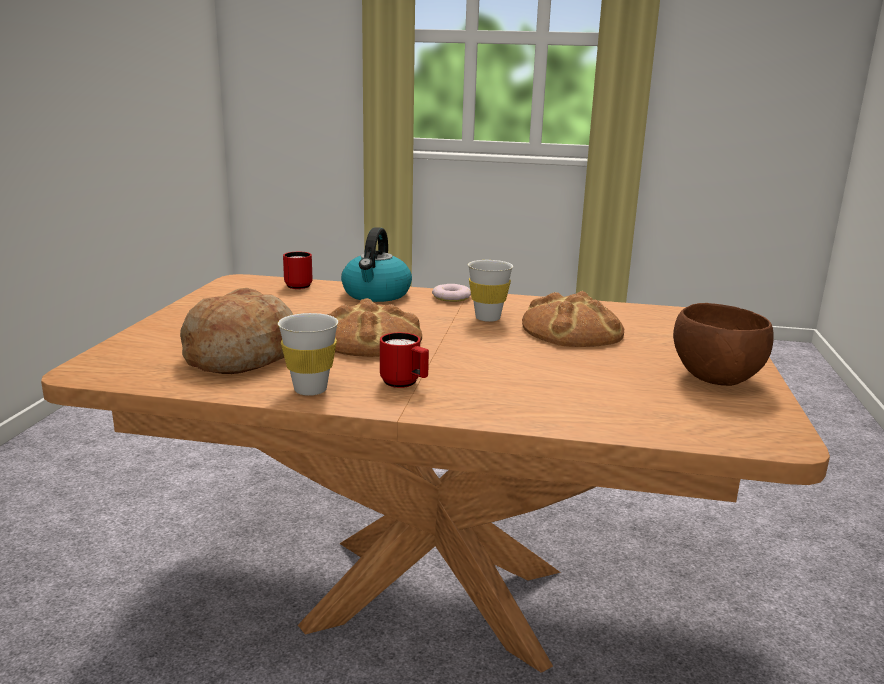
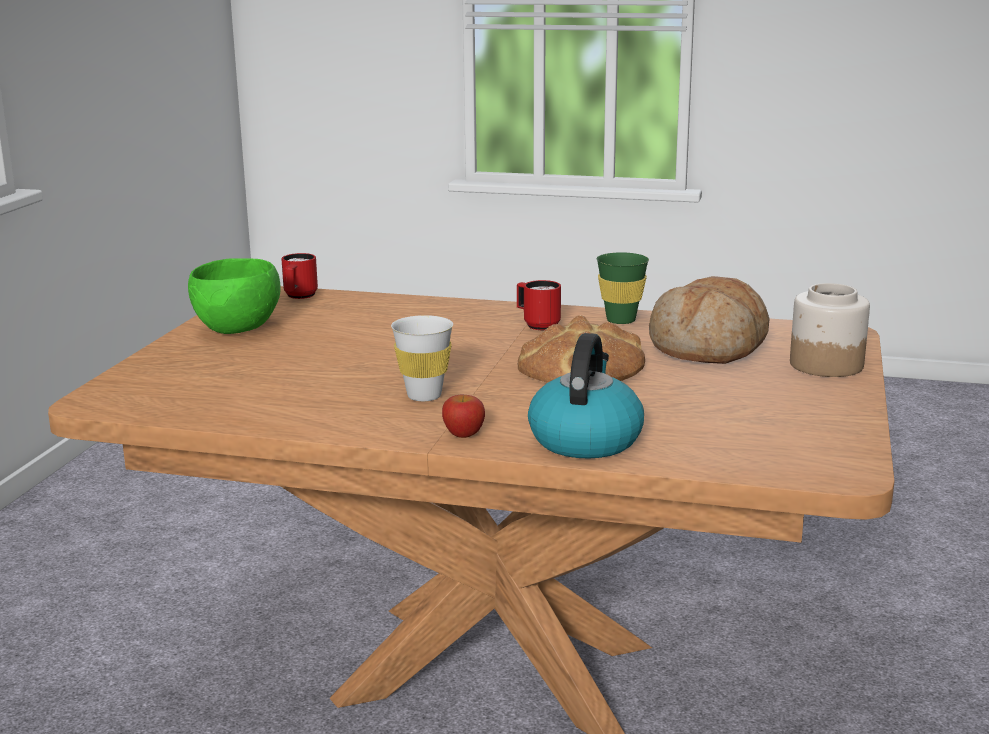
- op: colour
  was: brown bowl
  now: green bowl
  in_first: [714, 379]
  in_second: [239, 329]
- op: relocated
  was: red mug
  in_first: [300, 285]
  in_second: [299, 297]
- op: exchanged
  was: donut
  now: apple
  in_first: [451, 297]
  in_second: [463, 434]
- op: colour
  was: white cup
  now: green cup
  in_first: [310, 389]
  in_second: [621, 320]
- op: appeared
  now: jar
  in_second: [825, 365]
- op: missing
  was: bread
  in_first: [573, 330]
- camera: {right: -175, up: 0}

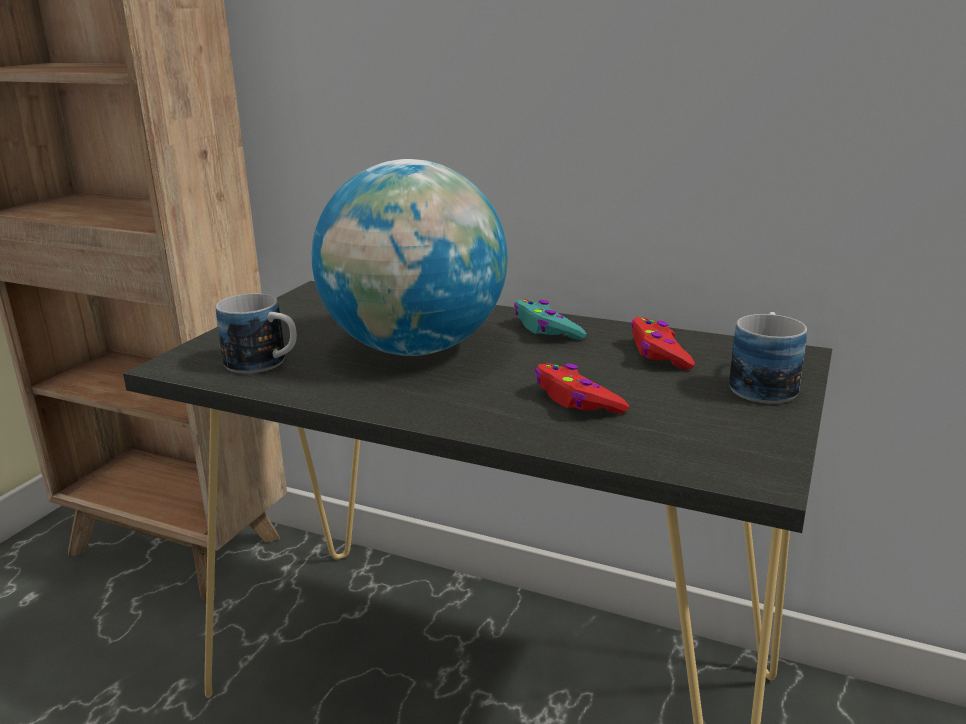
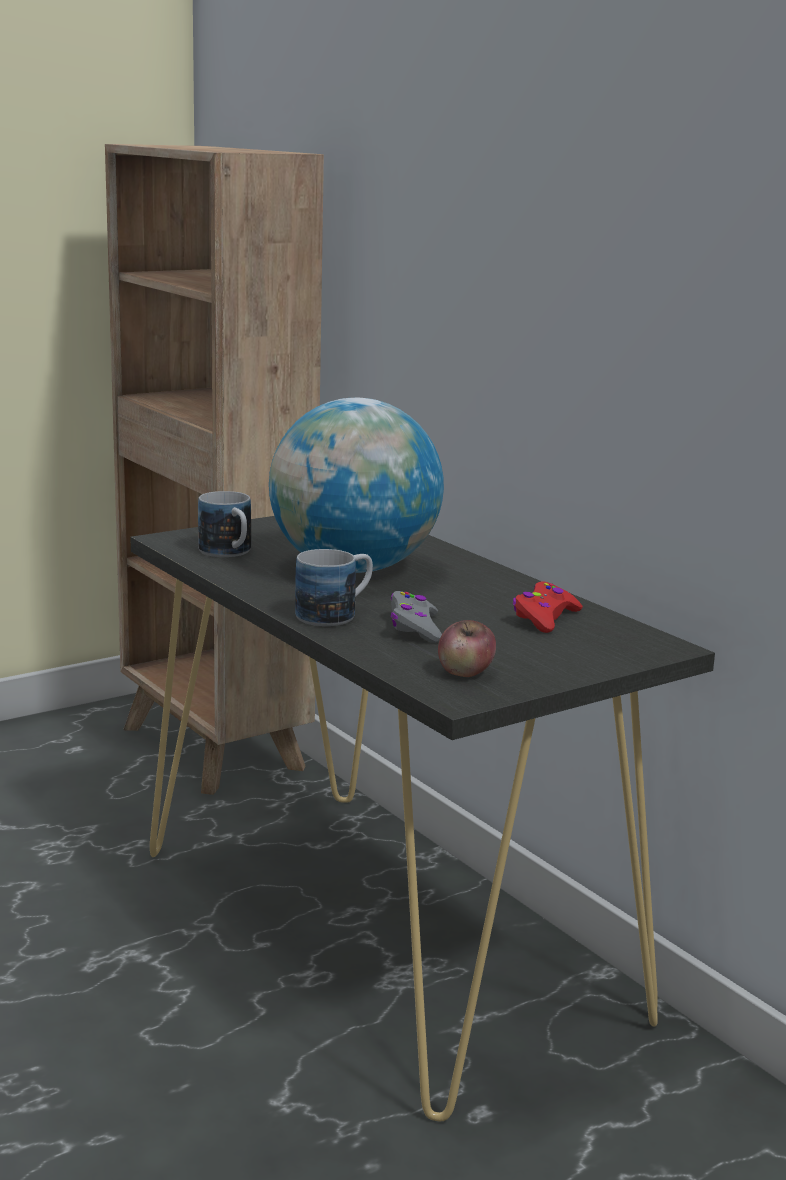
- op: relocated
  was: mug
  in_first: [763, 383]
  in_second: [336, 614]
- op: colour
  was: red game controller
  now: grey game controller
  in_first: [577, 401]
  in_second: [414, 628]
- op: appeared
  now: apple
  in_second: [465, 672]
- op: missing
  was: turquoise game controller
  in_first: [546, 330]
- camera: {right: 30, up: -5}

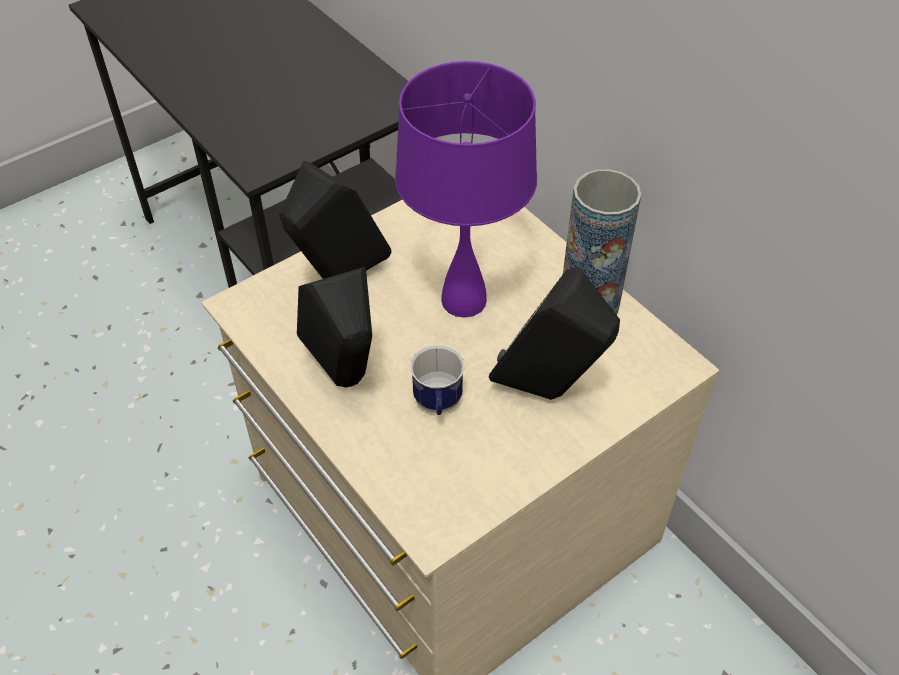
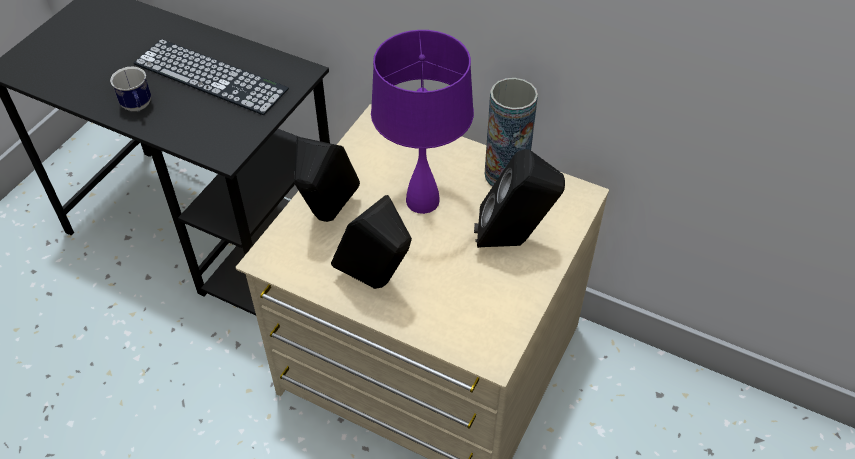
- op: relocated
  was: mug
  in_first: [438, 405]
  in_second: [138, 107]
- op: appeared
  now: keyboard
  in_second: [210, 76]
- camera: {right: -25, up: 0}

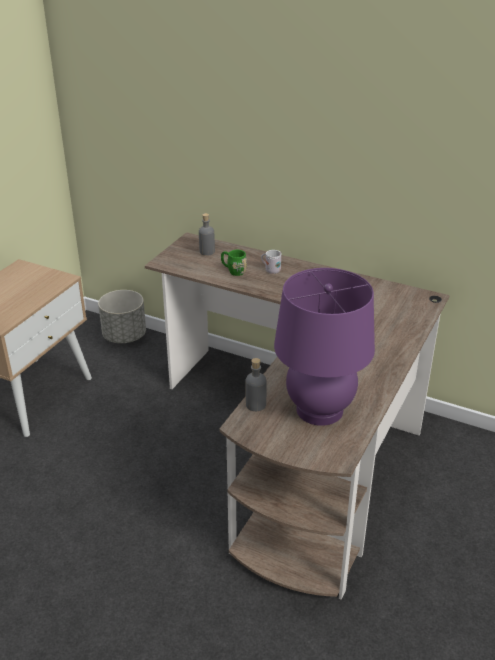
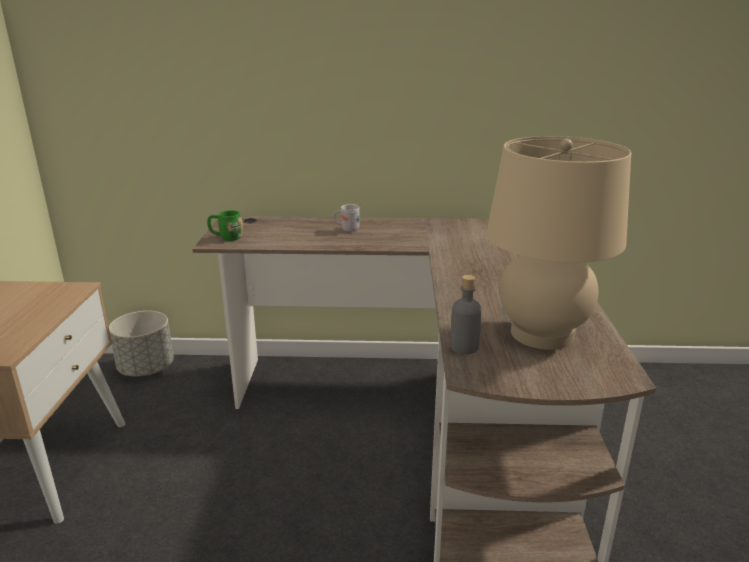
- op: relocated
  was: green mug
  in_first: [233, 271]
  in_second: [226, 237]
- op: colour
  was: purple table lamp
  now: beige table lamp
  in_first: [319, 410]
  in_second: [542, 334]
- op: missing
  was: grey bottle
  in_first: [207, 252]
- camera: {right: -25, up: -10}

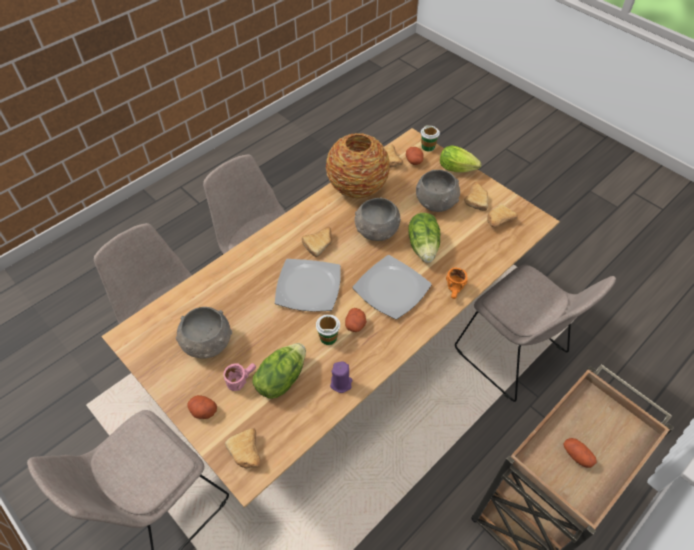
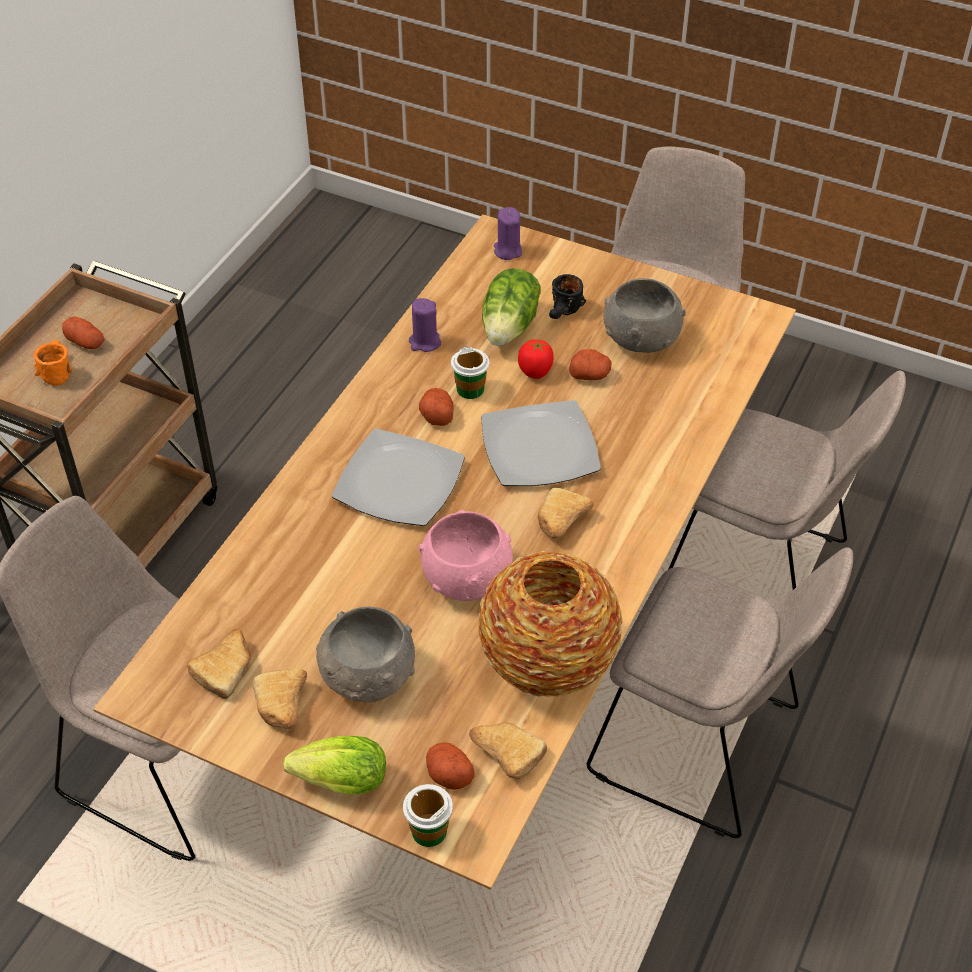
- op: relocated
  was: orange mug
  in_first: [455, 291]
  in_second: [55, 371]
- op: colour
  was: grey bowl
  now: pink bowl
  in_first: [376, 231]
  in_second: [467, 577]
- op: exchanged
  was: bread
  now: purple candle
  in_first: [246, 454]
  in_second: [507, 251]
- op: appeared
  now: tomato
  in_second: [535, 372]
- op: colour
  was: pink mug
  now: black mug
  in_first: [241, 379]
  in_second: [564, 313]
- op: relocated
  was: potato
  in_first: [203, 411]
  in_second: [590, 374]
- op: missing
  was: lettuce
  in_first: [424, 246]
- camera: {right: 160, up: -5}

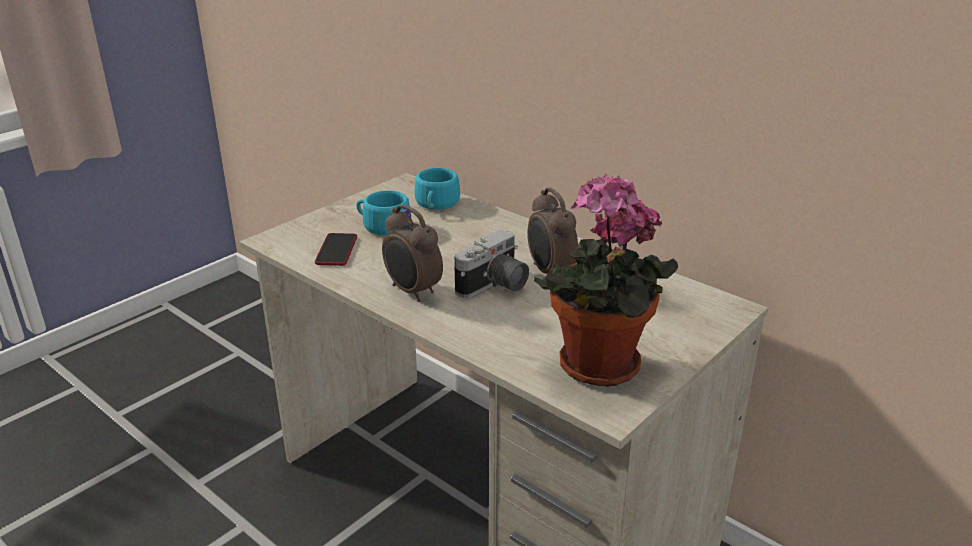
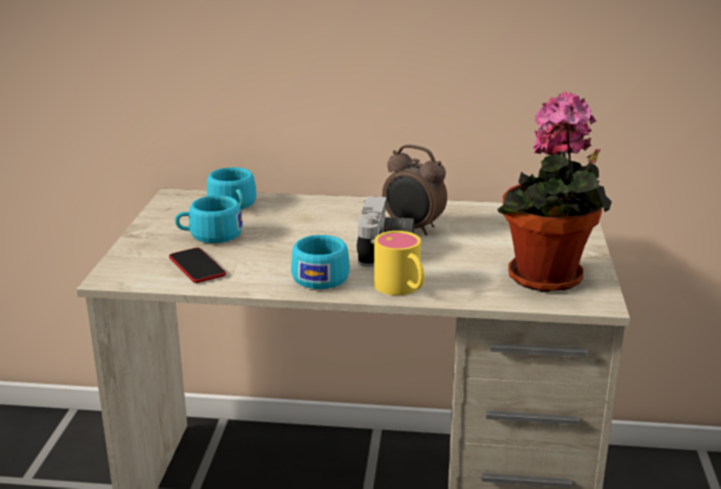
- op: exchanged
  was: alarm clock
  now: turquoise cup
  in_first: [412, 292]
  in_second: [322, 276]
- op: appeared
  now: yellow mug
  in_second: [402, 289]
- camera: {right: -35, up: -5}

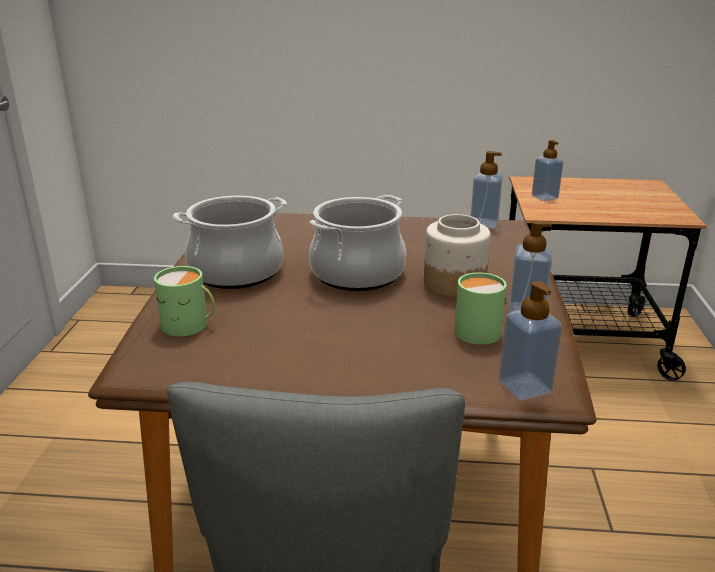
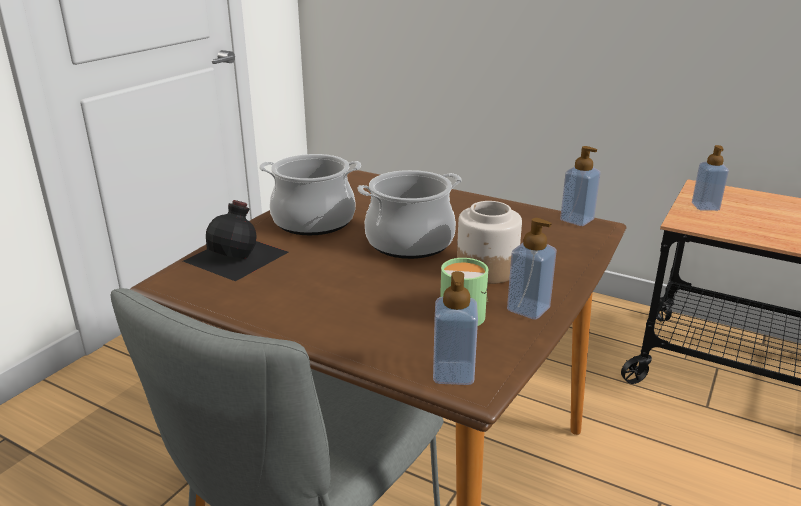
- op: exchanged
  was: green mug
  now: black bottle
  in_first: [189, 325]
  in_second: [238, 256]
- camera: {right: 25, up: 0}

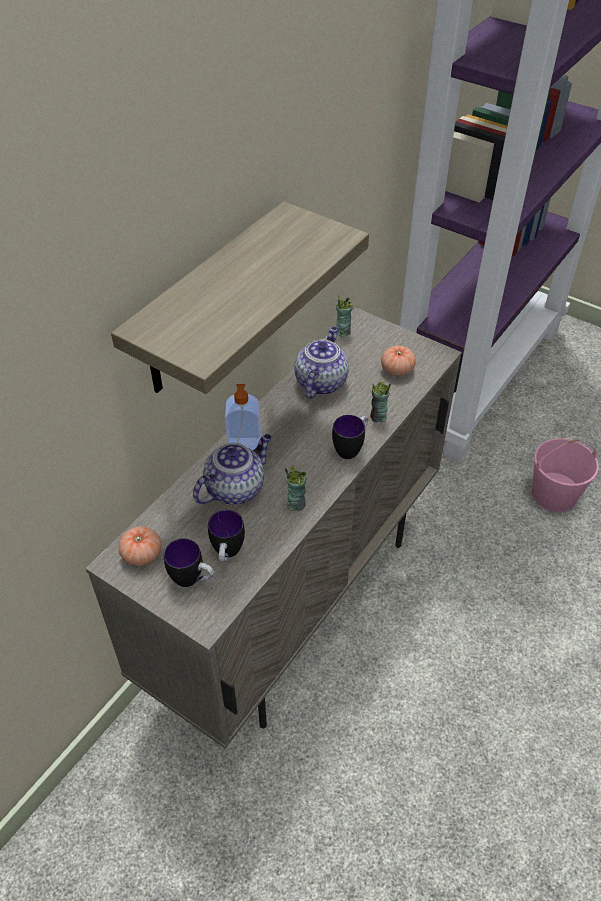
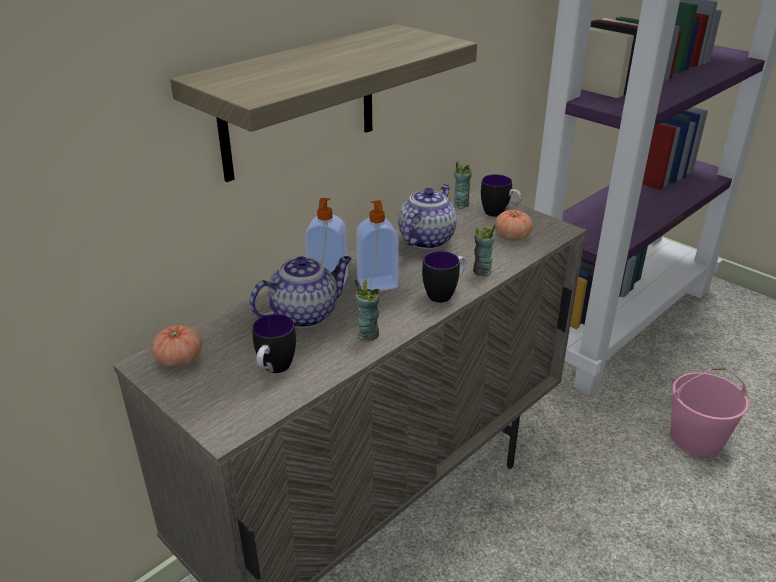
- op: appeared
  now: soap dispenser
  in_second: [378, 285]
- op: relocated
  was: mug
  in_first: [192, 580]
  in_second: [499, 214]
- camera: {right: 10, up: -15}

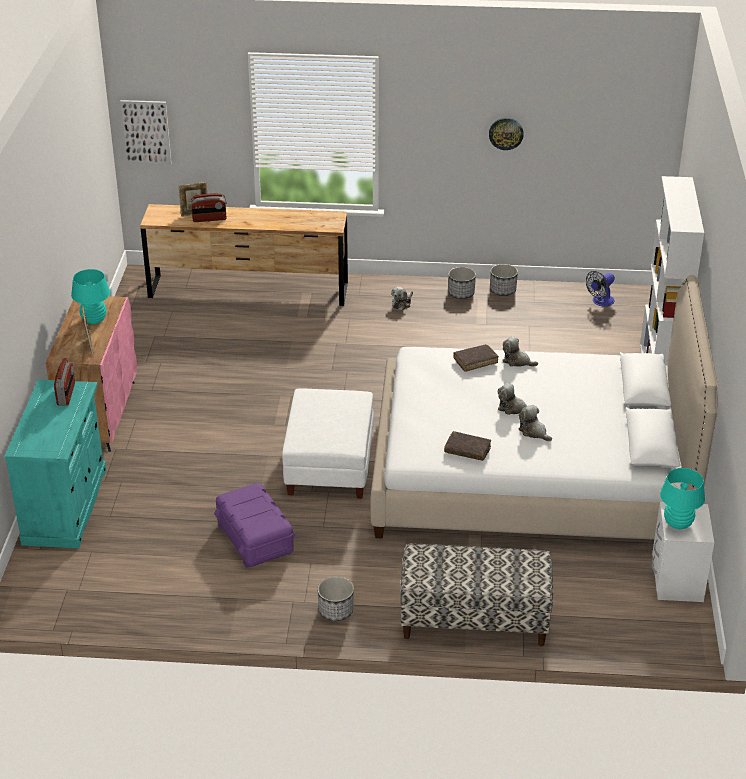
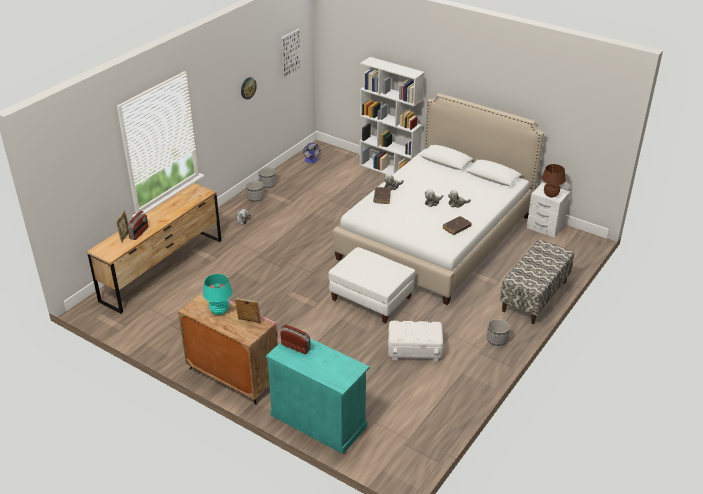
- op: relocated
  was: picture
  in_first: [146, 132]
  in_second: [290, 53]
- op: colour
  was: purple storage box
  now: white storage box
  in_first: [255, 539]
  in_second: [414, 349]
- op: colour
  was: turquoise table lamp
  now: brown table lamp
  in_first: [678, 524]
  in_second: [551, 195]
- camera: {right: -60, up: 0}

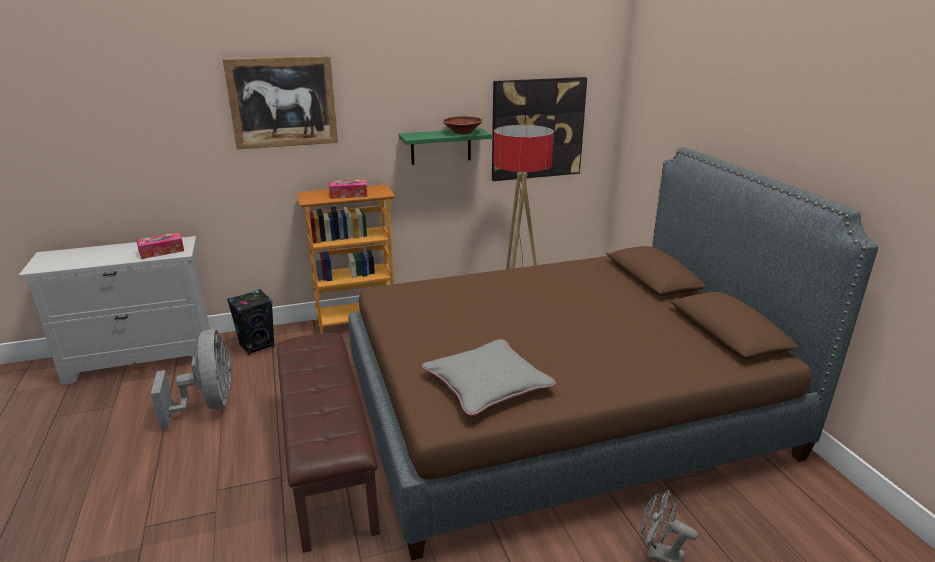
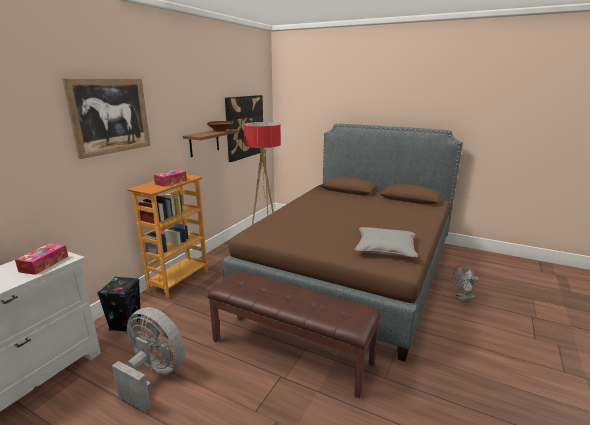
- op: colour
  was: green shelf
  now: brown shelf
  in_first: [441, 146]
  in_second: [204, 142]
- camera: {right: -45, up: -5}

